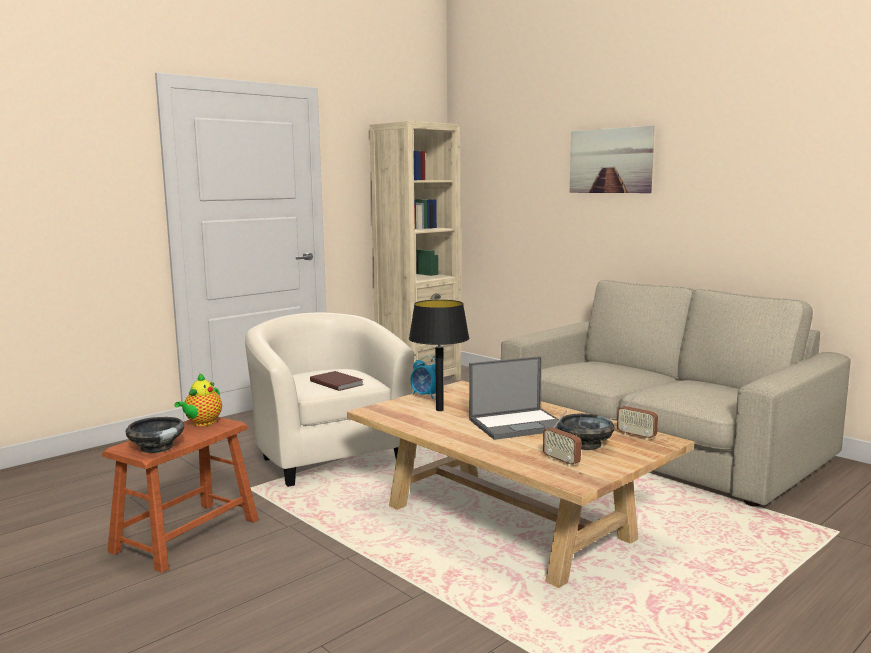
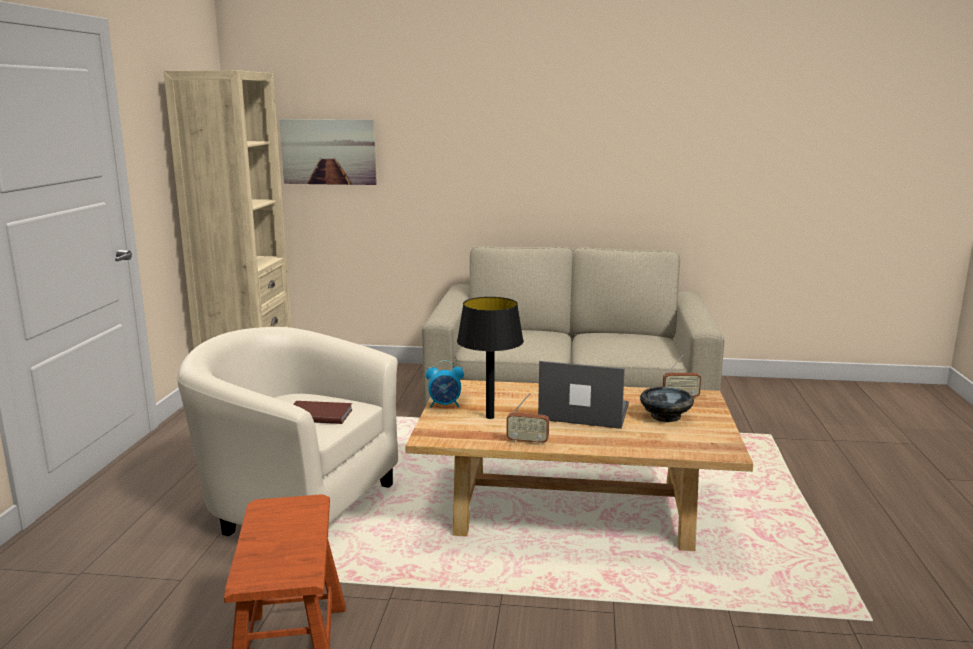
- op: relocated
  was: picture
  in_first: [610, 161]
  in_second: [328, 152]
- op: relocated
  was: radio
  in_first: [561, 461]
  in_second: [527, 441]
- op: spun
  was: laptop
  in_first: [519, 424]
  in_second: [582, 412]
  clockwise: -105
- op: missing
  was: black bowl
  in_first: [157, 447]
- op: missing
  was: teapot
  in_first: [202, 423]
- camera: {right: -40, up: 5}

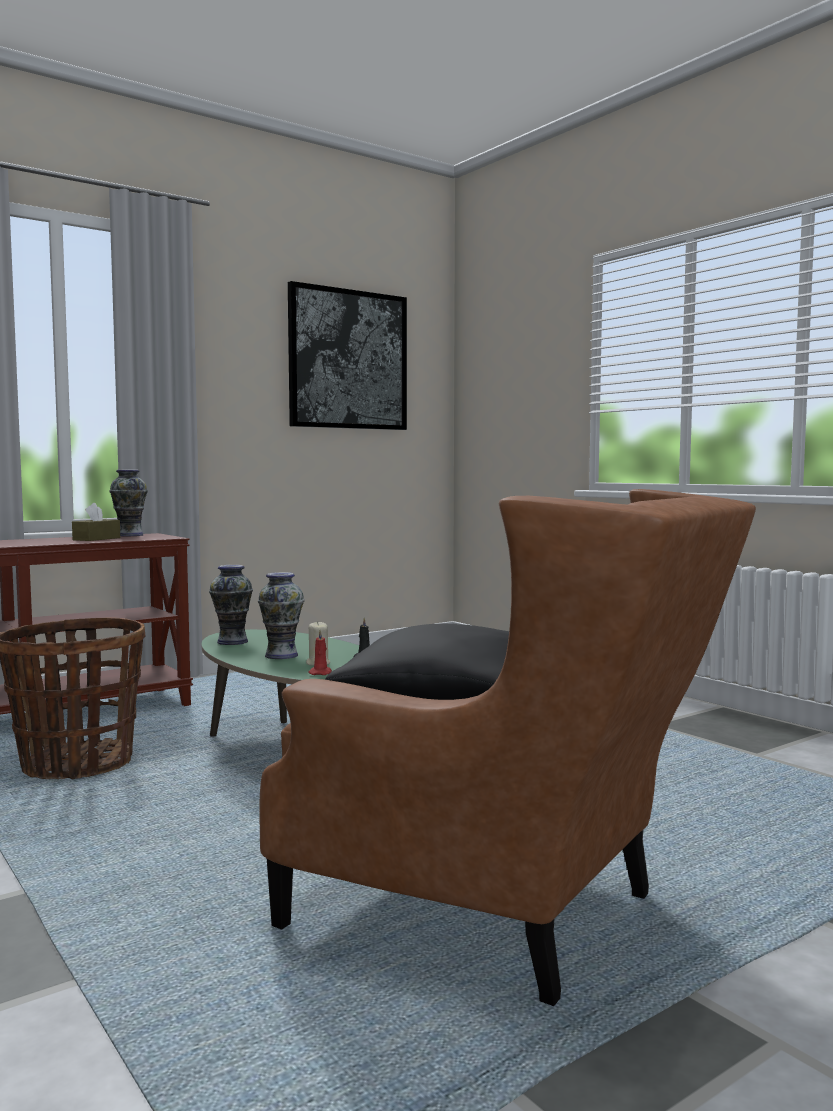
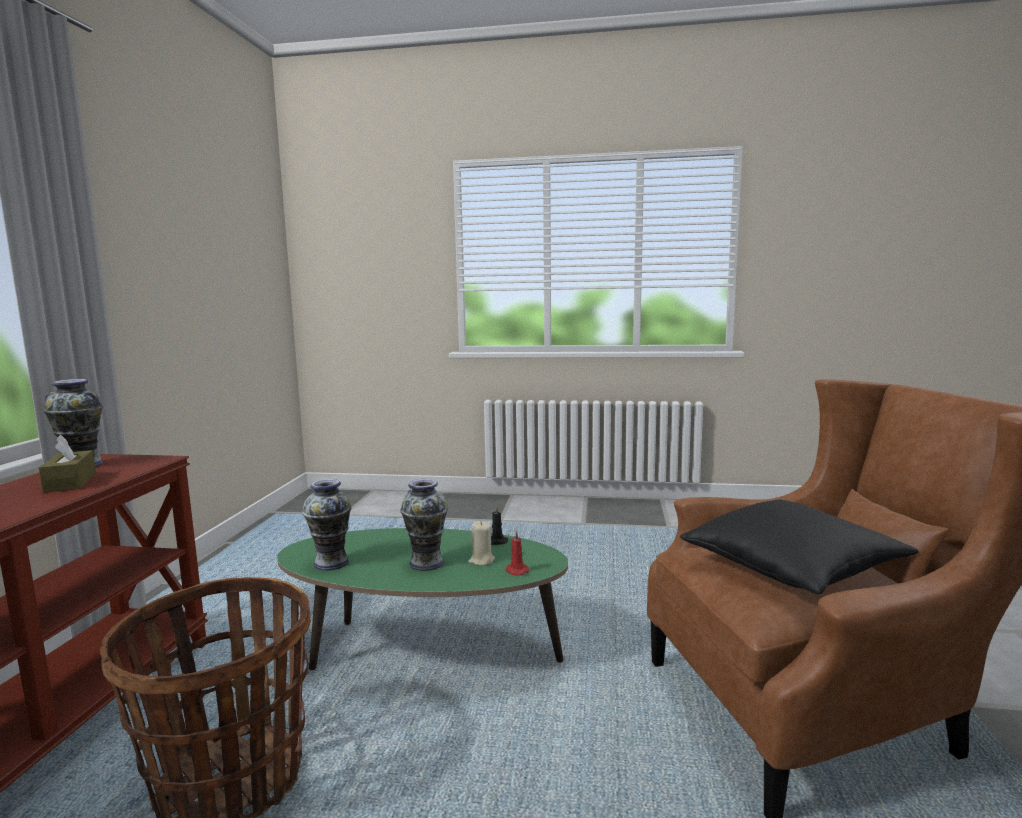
- op: missing
  was: picture
  in_first: [348, 360]
- camera: {right: -45, up: 5}

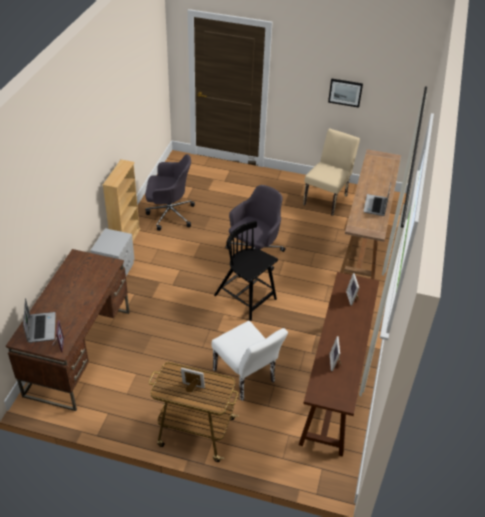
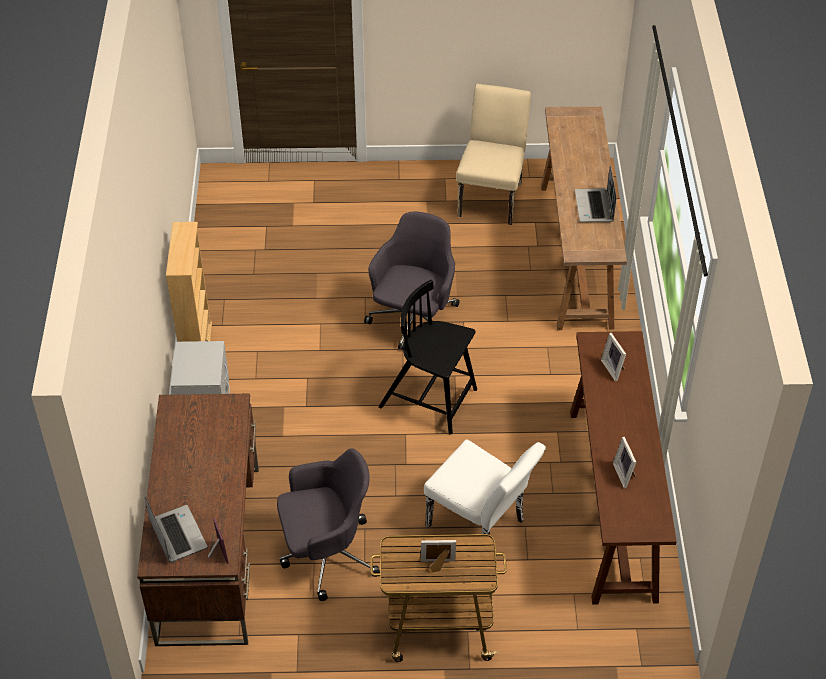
- op: relocated
  was: grey office chair
  in_first: [169, 214]
  in_second: [326, 554]
- op: missing
  was: picture
  in_first: [345, 92]
- camera: {right: -15, up: 5}

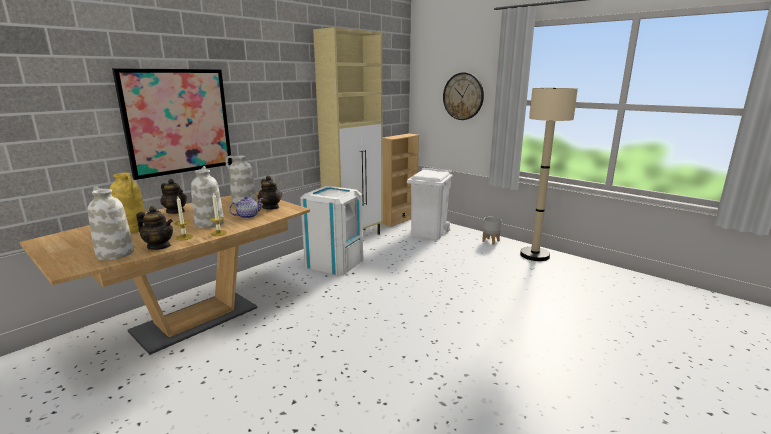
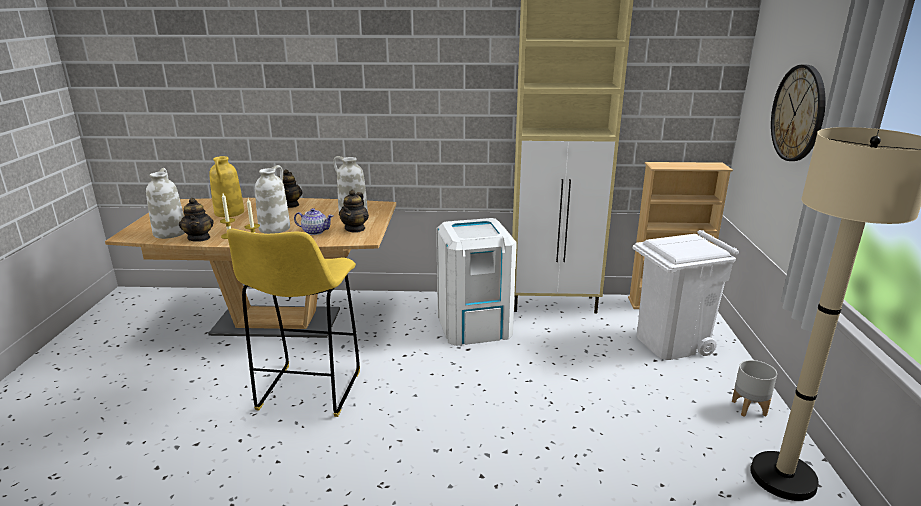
- op: appeared
  now: yellow stool
  in_second: [308, 392]
- op: missing
  was: picture
  in_first: [178, 121]
- camera: {right: 50, up: 5}

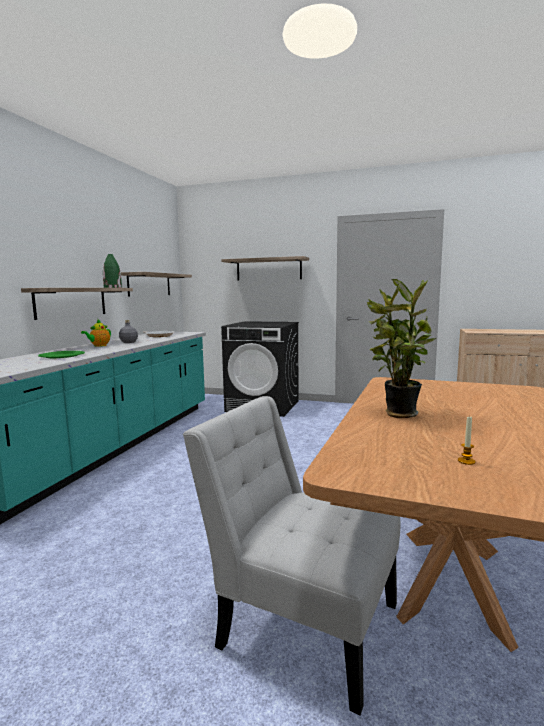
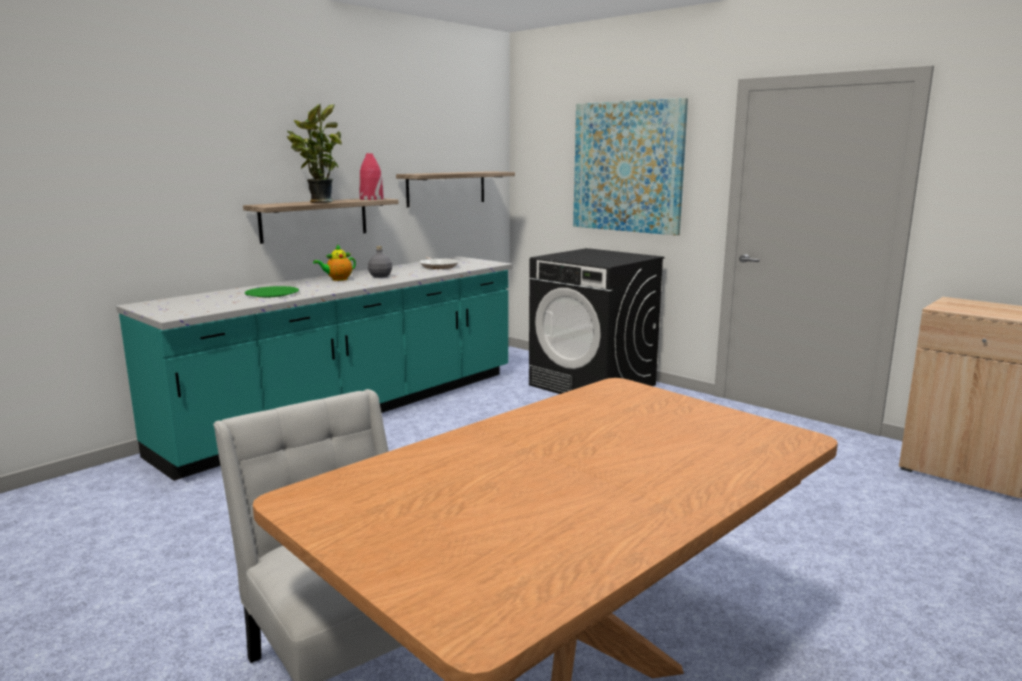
- op: relocated
  was: potted plant
  in_first: [397, 414]
  in_second: [319, 202]
- op: colour
  was: green vase
  now: red vase
  in_first: [112, 287]
  in_second: [371, 199]
- op: exchanged
  was: shelf
  now: picture
  in_first: [268, 269]
  in_second: [627, 167]
- op: missing
  was: candle
  in_first: [466, 461]
- camera: {right: 25, up: 5}

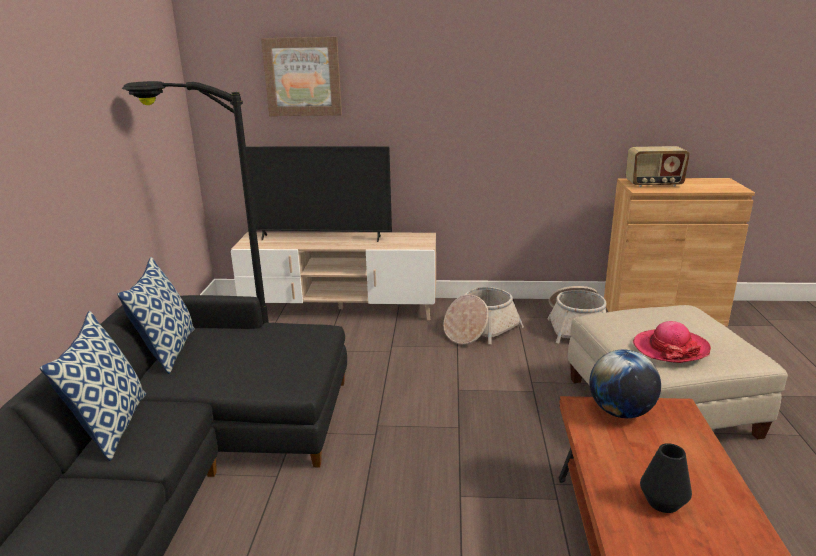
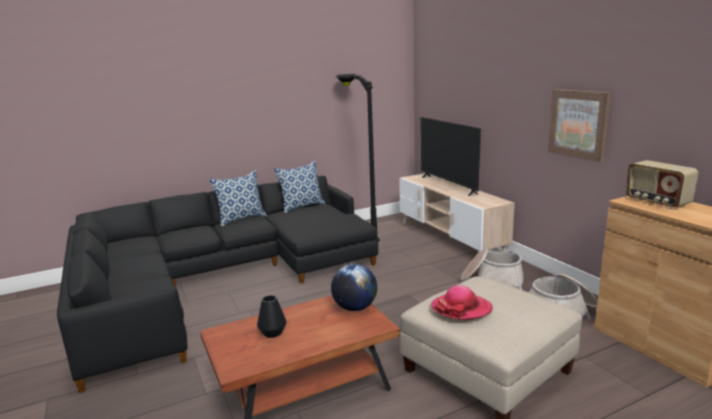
- op: relocated
  was: picture
  in_first: [303, 77]
  in_second: [579, 124]
- camera: {right: 60, up: -5}

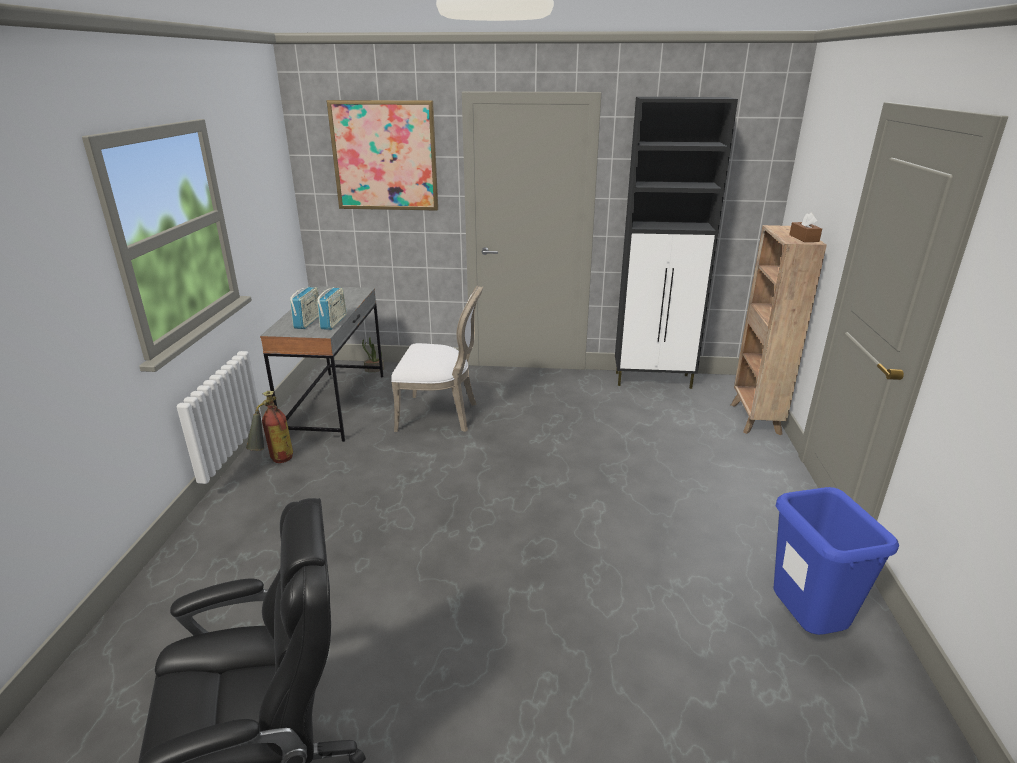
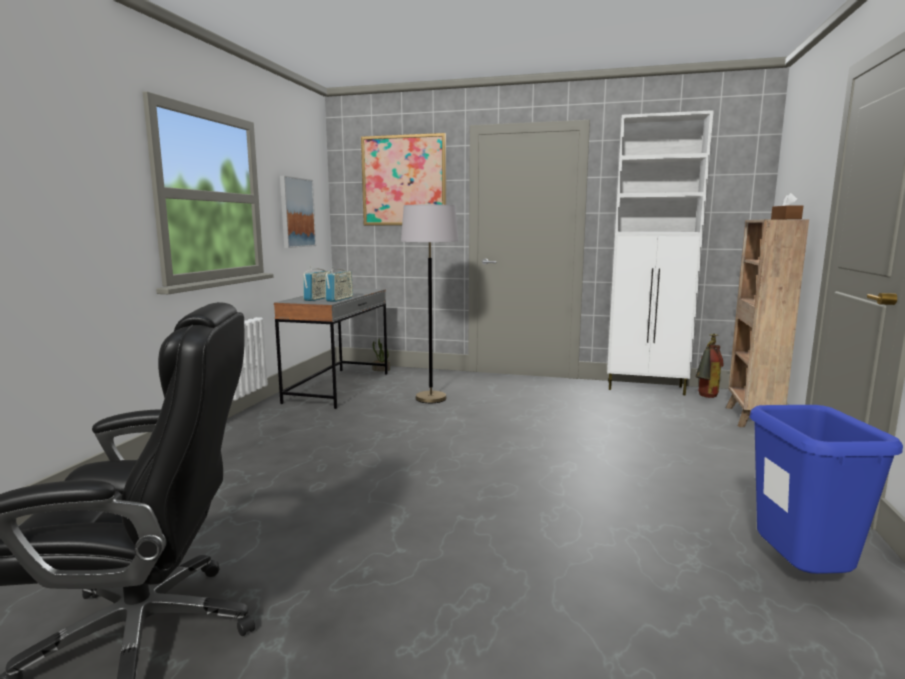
- op: appeared
  now: picture
  in_second: [296, 212]
- op: exchanged
  was: white chair
  now: grey floor lamp
  in_first: [441, 415]
  in_second: [431, 398]
- op: colour
  was: black cabinet
  now: white cabinet
  in_first: [654, 380]
  in_second: [646, 388]
- op: relocated
  was: fire extinguisher
  in_first: [275, 462]
  in_second: [705, 397]
- camera: {right: 10, up: -15}

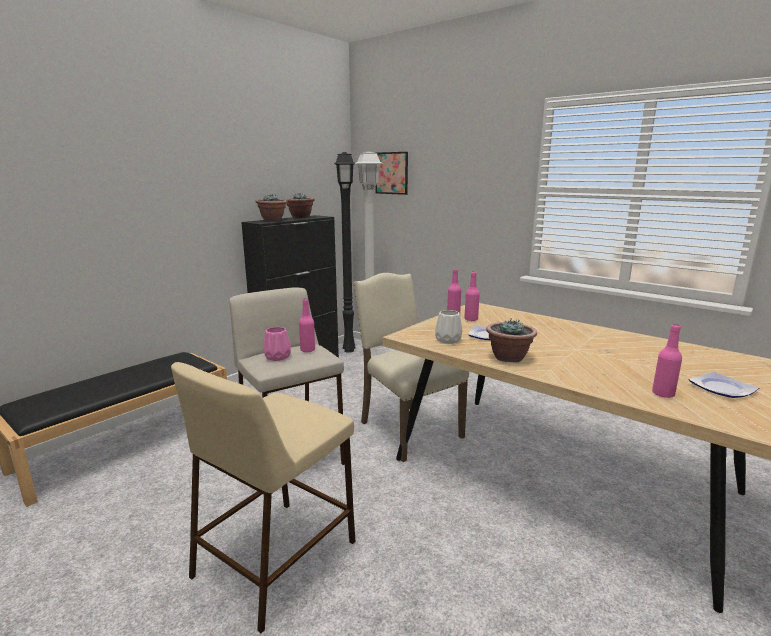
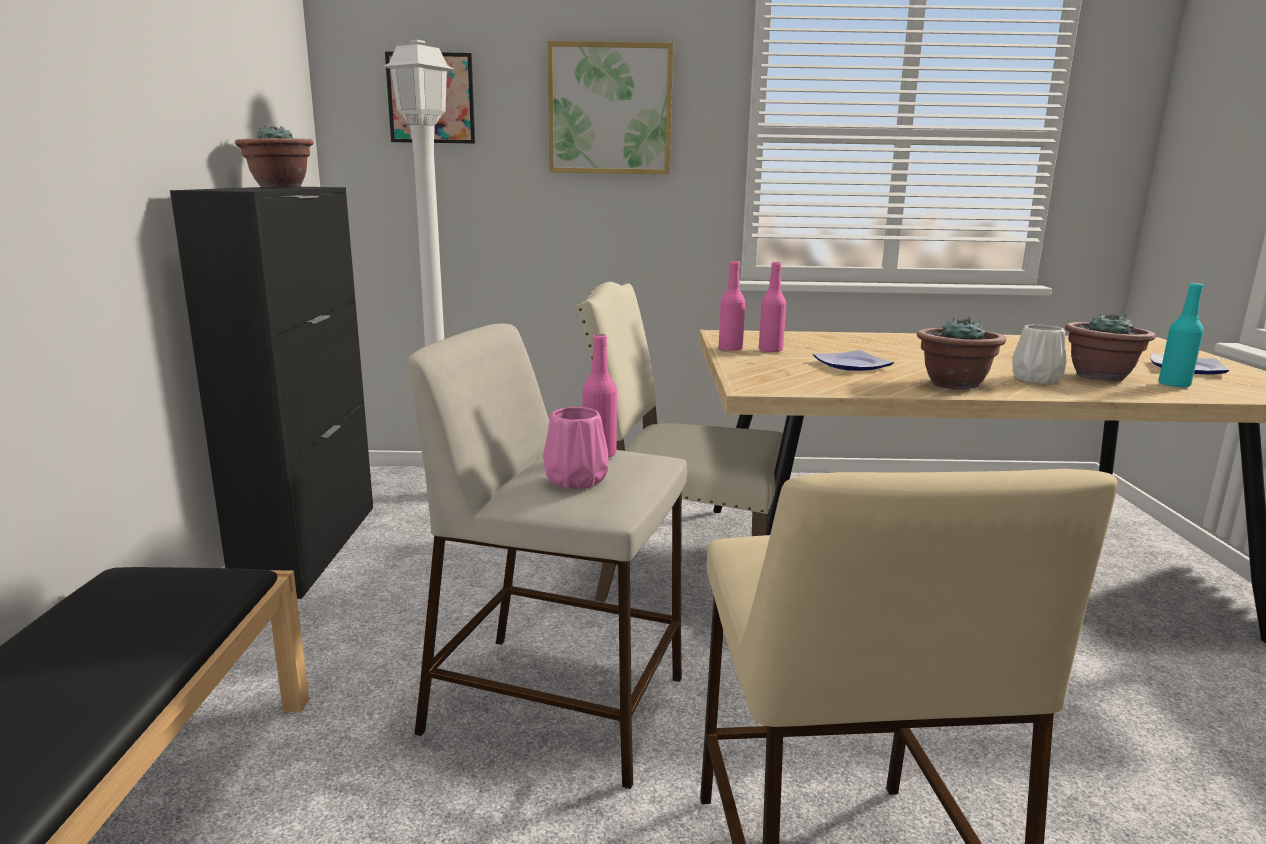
- op: appeared
  now: picture
  in_second: [610, 109]
- op: relocated
  was: white vase
  in_first: [448, 340]
  in_second: [1034, 378]
- op: relocated
  was: potted plant
  in_first: [273, 220]
  in_second: [1100, 376]
- op: colour
  was: pink bottle
  now: turquoise bottle
  in_first: [663, 394]
  in_second: [1174, 385]
- op: missing
  was: black floor lamp
  in_first: [349, 350]
- camera: {right: -40, up: 0}

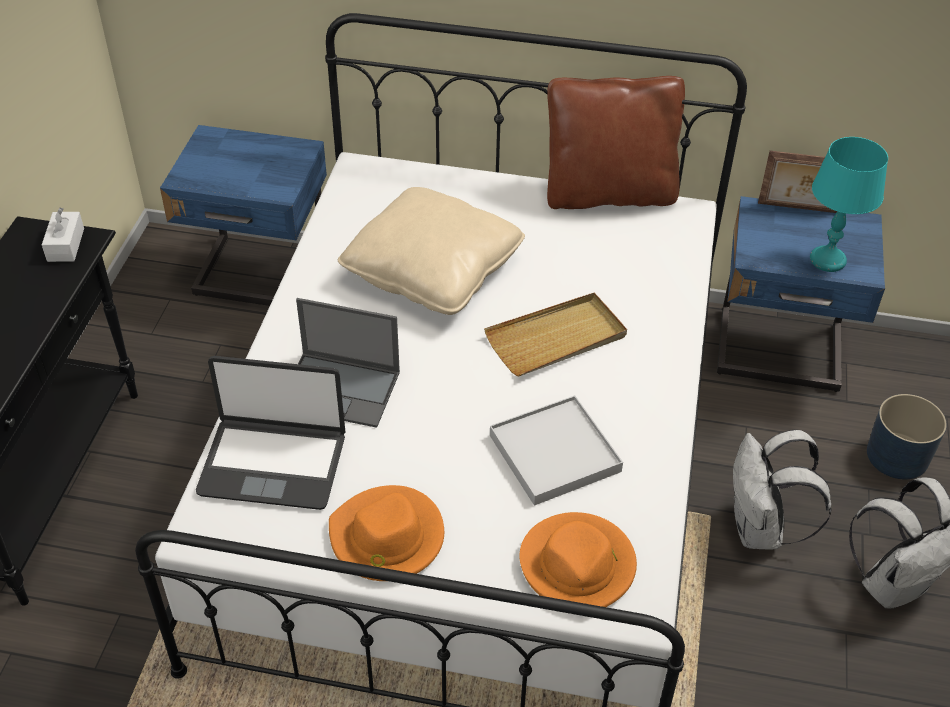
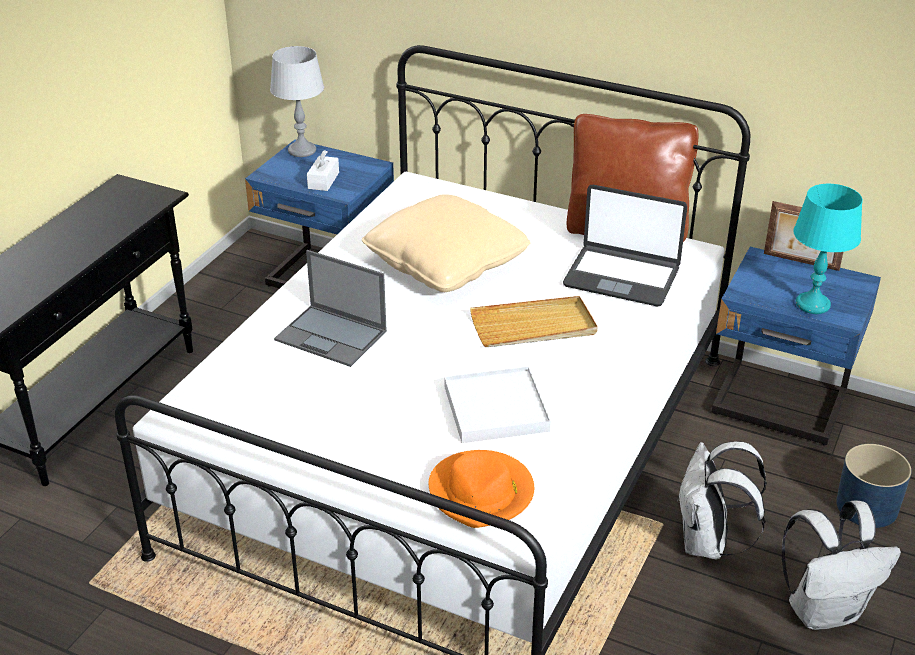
- op: appeared
  now: grey table lamp
  in_second: [302, 150]
- op: relocated
  was: white tissue box
  in_first: [65, 245]
  in_second: [323, 180]
- op: relocated
  was: laptop
  in_first: [273, 463]
  in_second: [622, 277]
- op: missing
  was: orange hat
  in_first: [387, 538]
- camera: {right: 15, up: -10}

